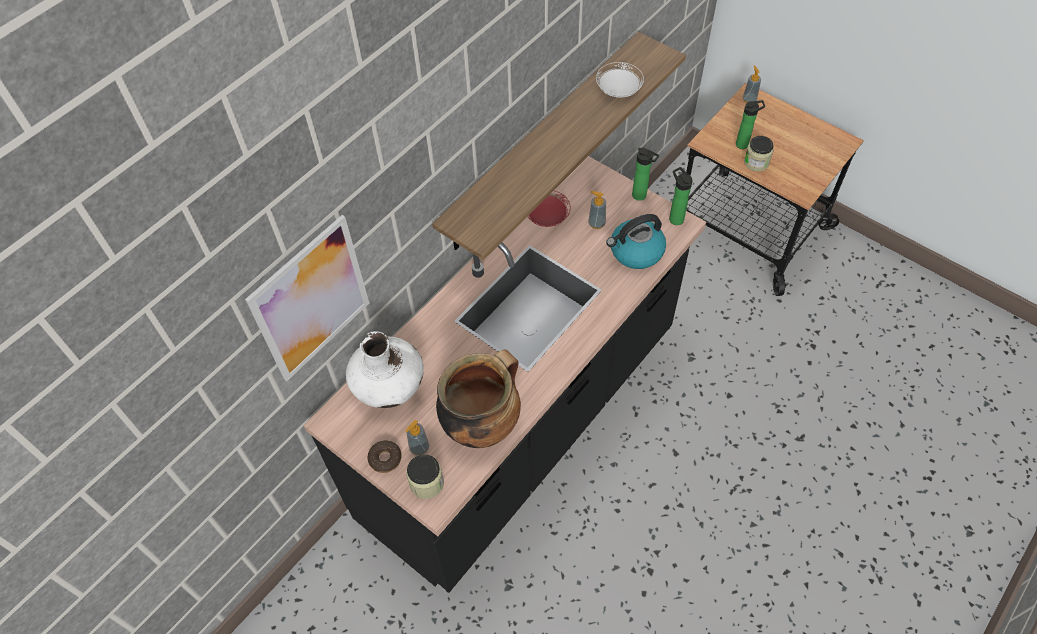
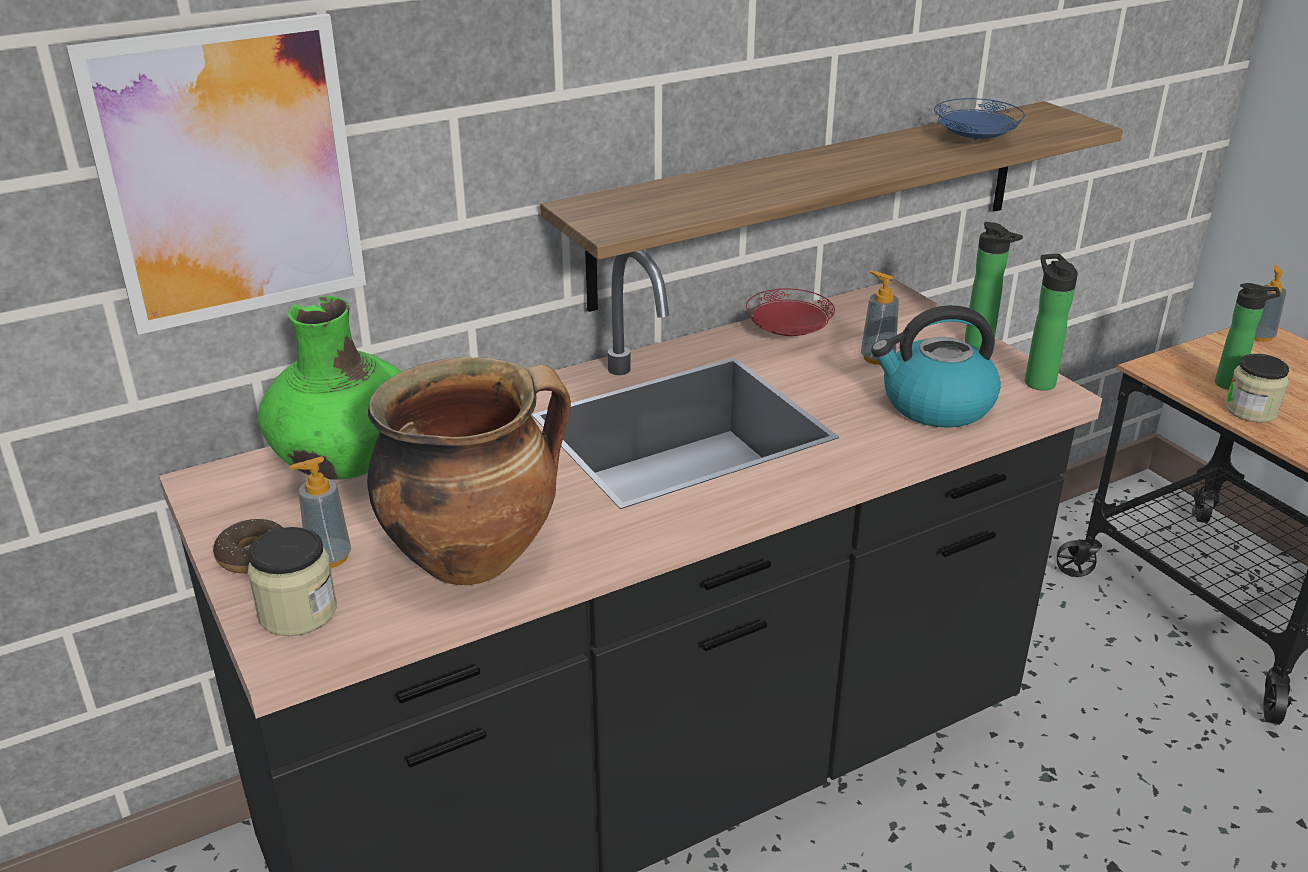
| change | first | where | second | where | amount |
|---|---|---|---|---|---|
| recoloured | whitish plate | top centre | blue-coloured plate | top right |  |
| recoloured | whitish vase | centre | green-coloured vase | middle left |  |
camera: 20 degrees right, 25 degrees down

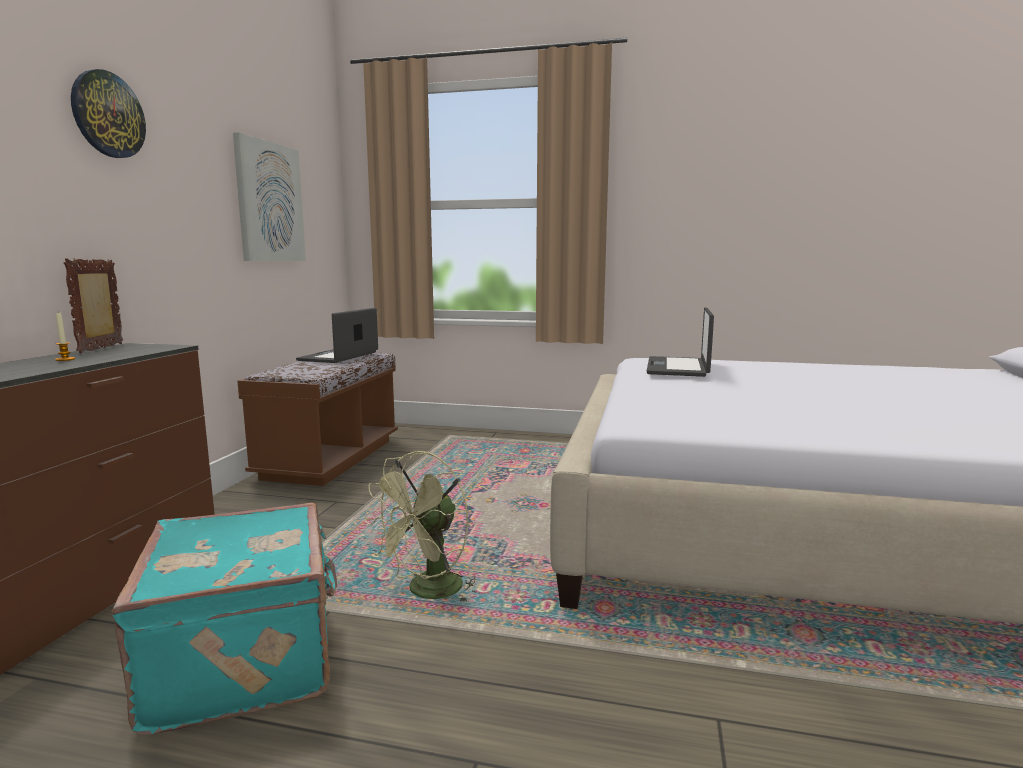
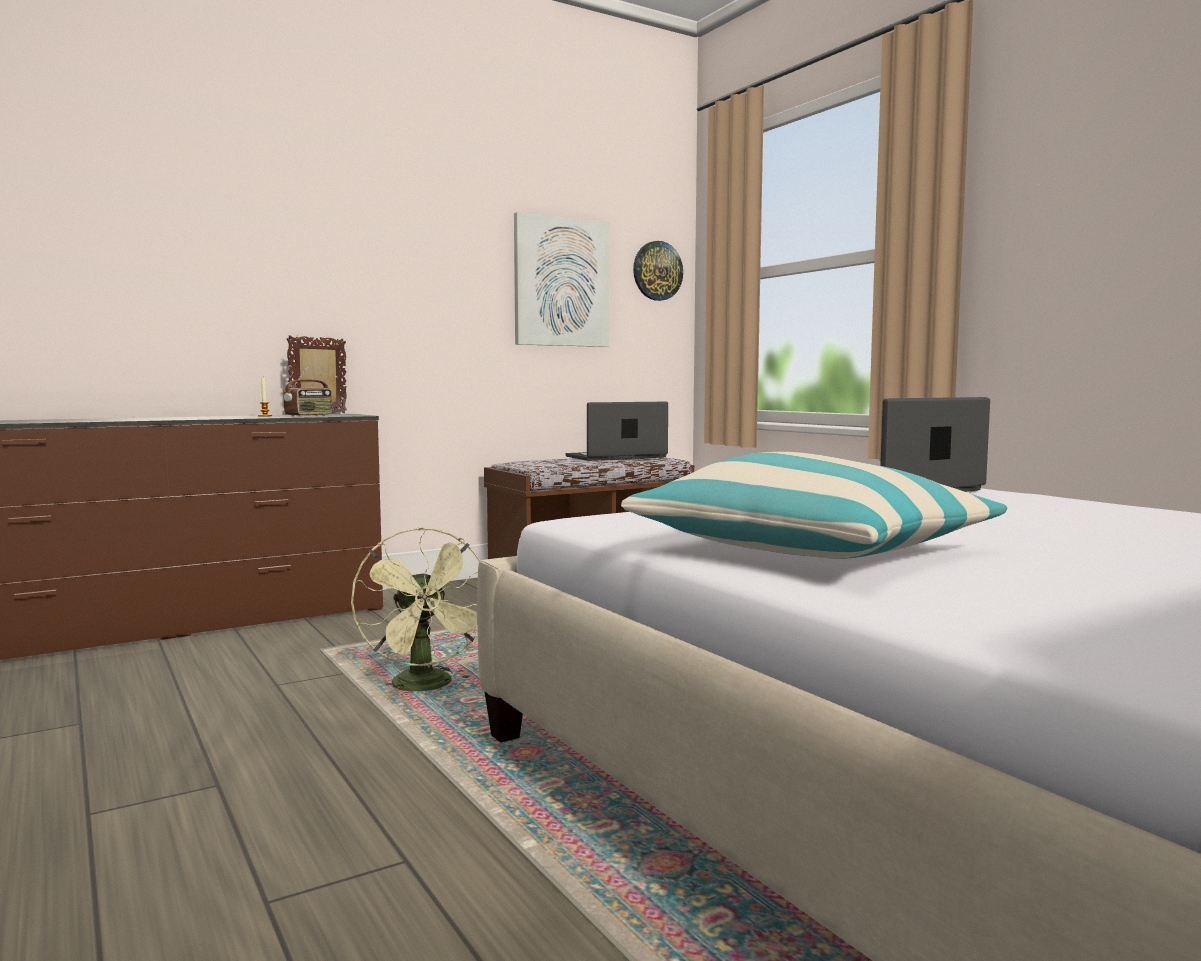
| change | first | where | second | where | amount |
|---|---|---|---|---|---|
| moved | clock on the wall | top left |  | top centre |  |
| turned | green-coloured fan | bottom centre |  | centre | 105 degrees counterclockwise |
| removed | turquoise suitcase | bottom left |  |  |  |
| added |  |  | radio set | middle left |  |
| added |  |  | pillow | middle right |  |
camera: 45 degrees right, 5 degrees down

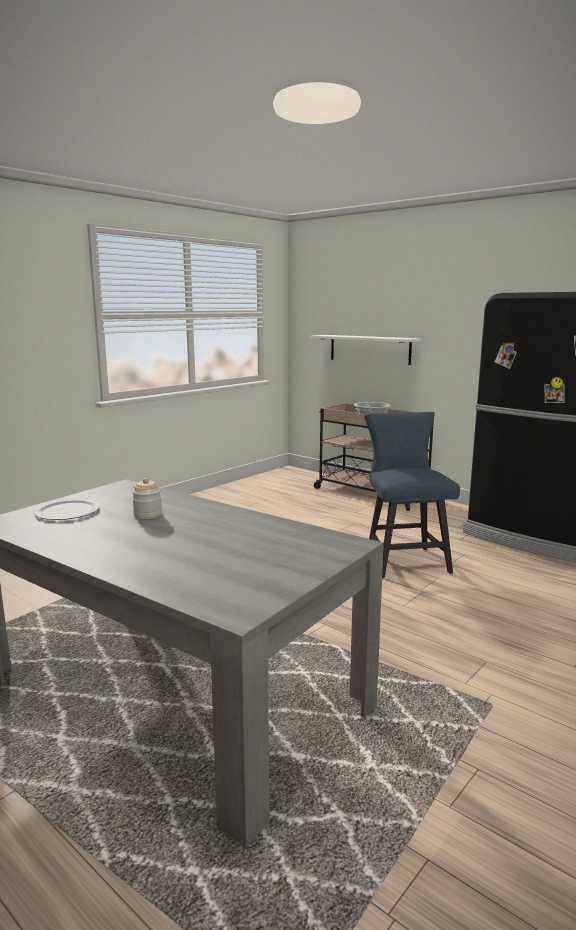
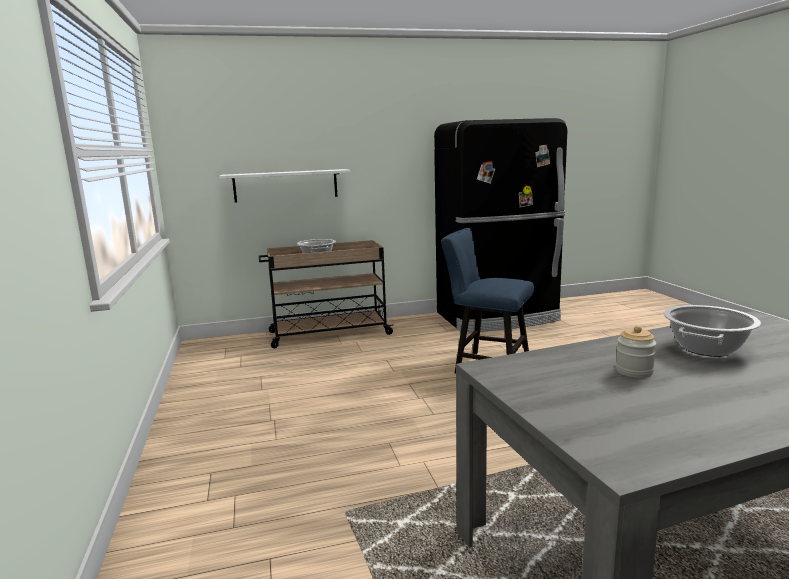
| change | first | where | second | where | amount |
|---|---|---|---|---|---|
| removed | plate | middle left |  |  |  |
| added |  |  | stockpot (2nd from left) | middle right |  |
camera: 55 degrees left, 0 degrees up

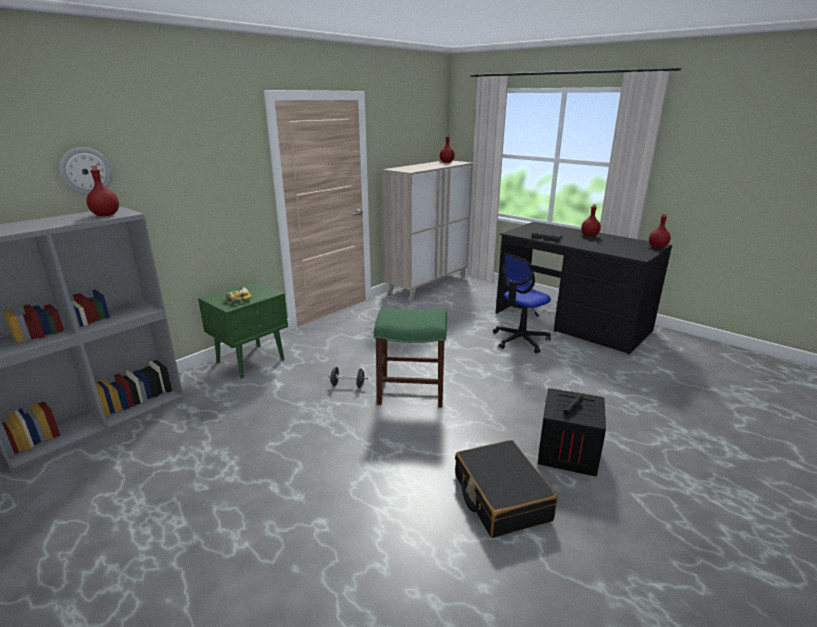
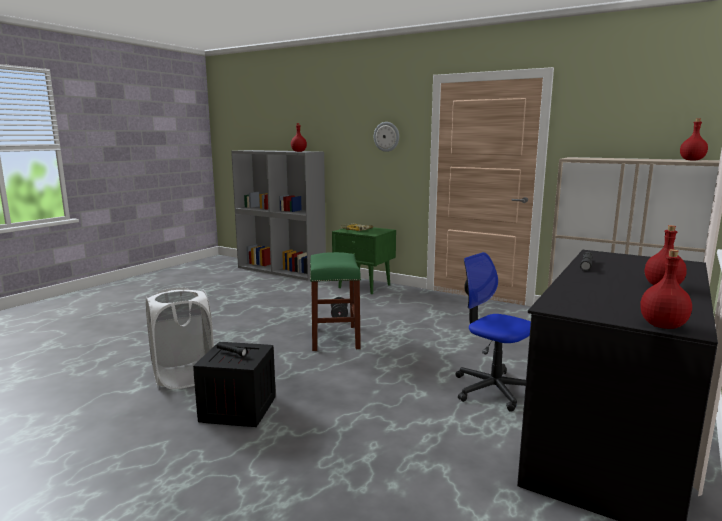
| change | first | where | second | where | amount |
|---|---|---|---|---|---|
| moved | clock on the wall | top left |  | top centre |  |
| replaced | blackish suitcase | bottom centre | whitish laundry basket | middle left |  |
camera: 80 degrees right, 10 degrees down

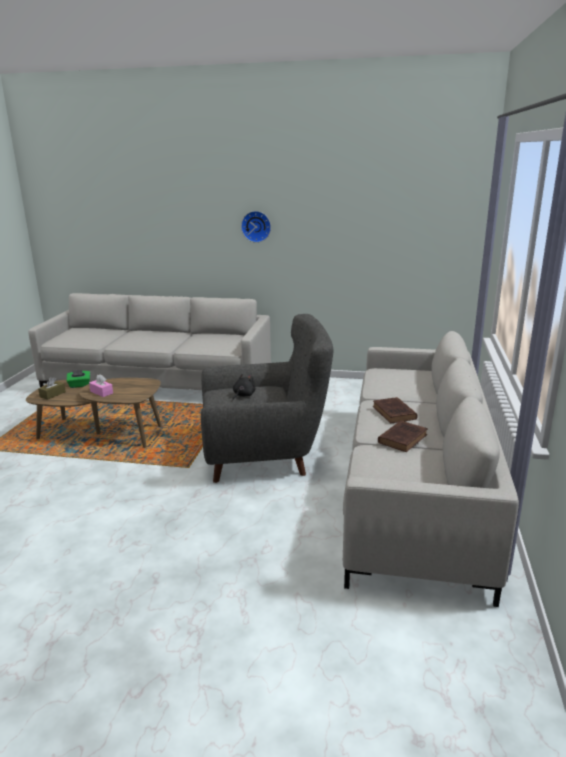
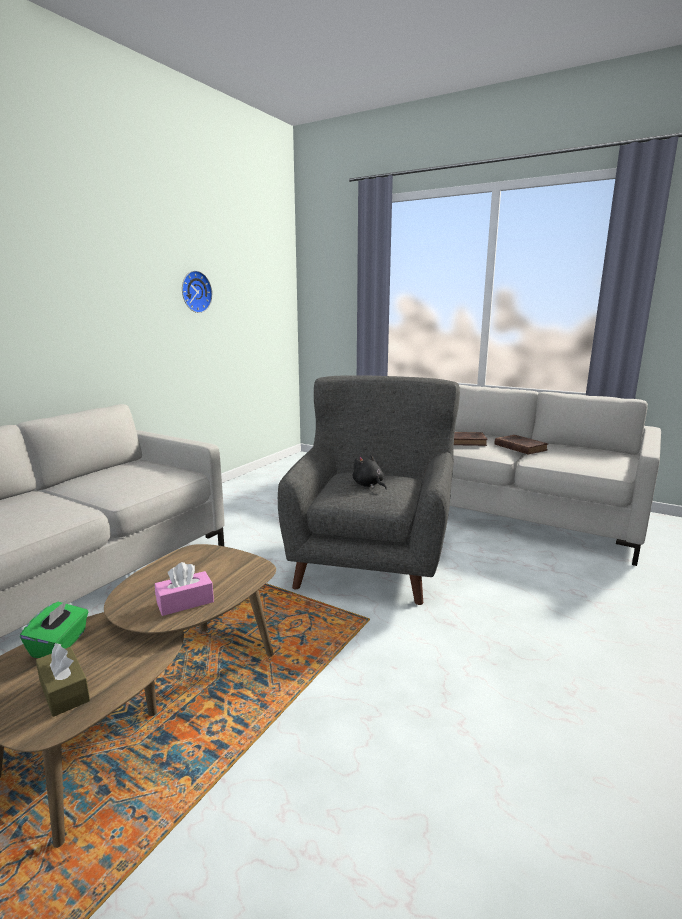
| change | first | where | second | where | amount |
|---|---|---|---|---|---|
| moved | clock on the wall | top centre |  | top left |  |
camera: 70 degrees left, 5 degrees down

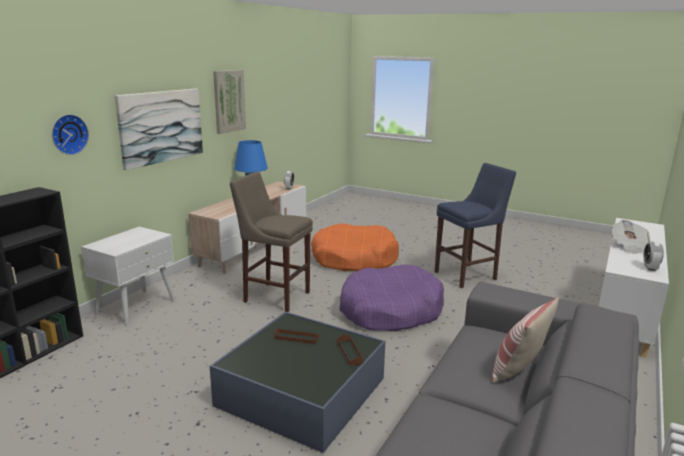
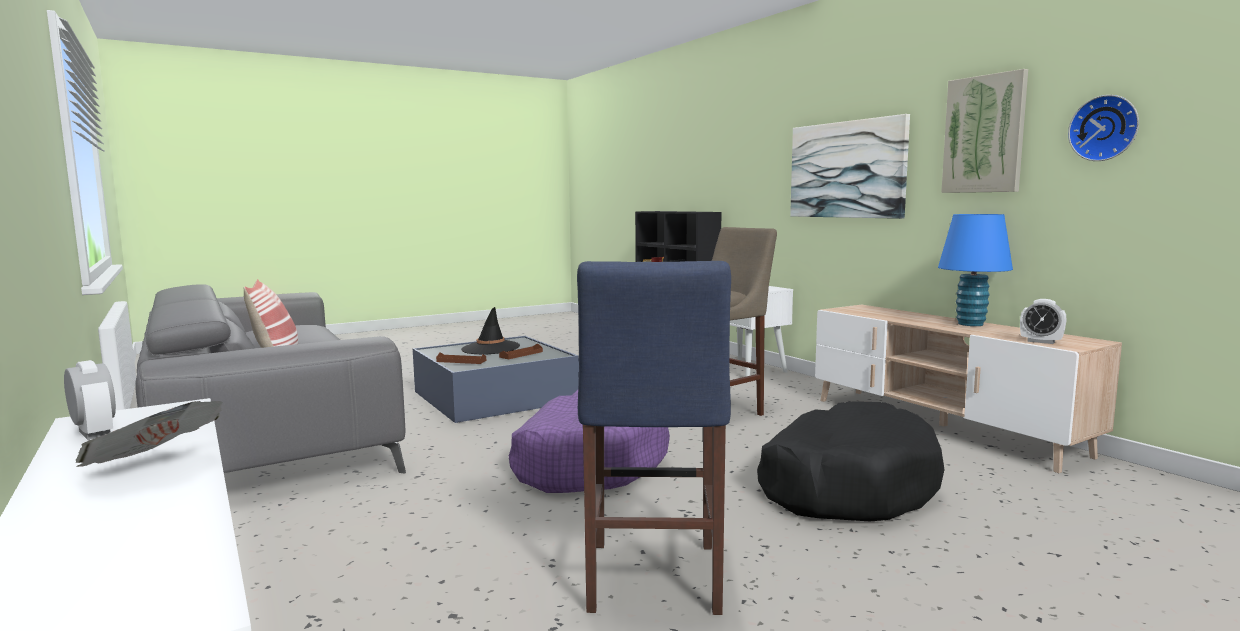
| change | first | where | second | where | amount |
|---|---|---|---|---|---|
| moved | clock on the wall | top left |  | top right |  |
| recoloured | orange-coloured pet bed | centre | blackish pet bed | bottom right |  |
| added |  |  | blackish clothing hat | centre |  |
camera: 120 degrees right, 10 degrees down

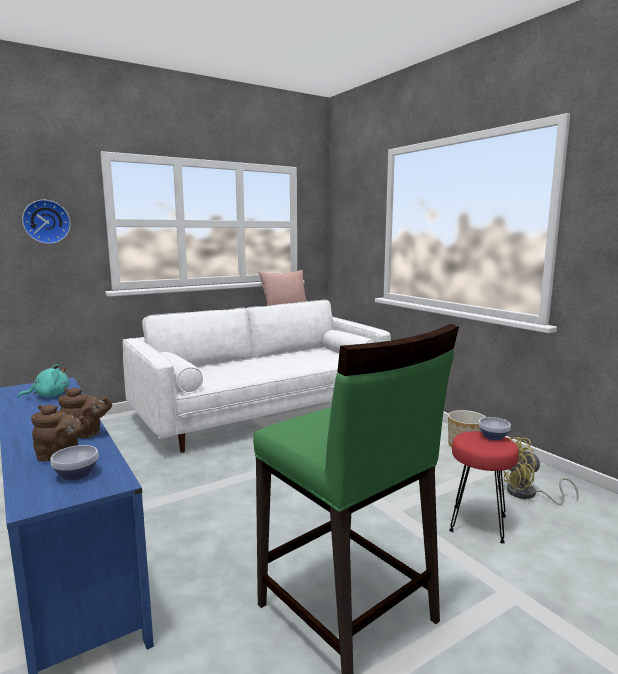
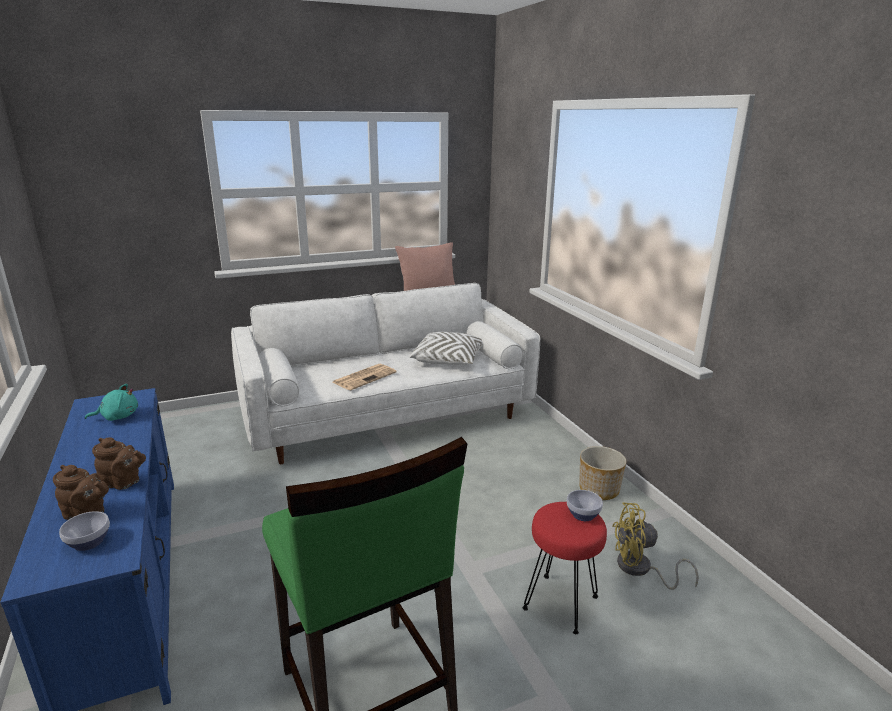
| change | first | where | second | where | amount |
|---|---|---|---|---|---|
| removed | clock on the wall | top left |  |  |  |
| added |  |  | whitish pillow | centre |  |
| added |  |  | newspaper | centre |  |
camera: 10 degrees right, 10 degrees up

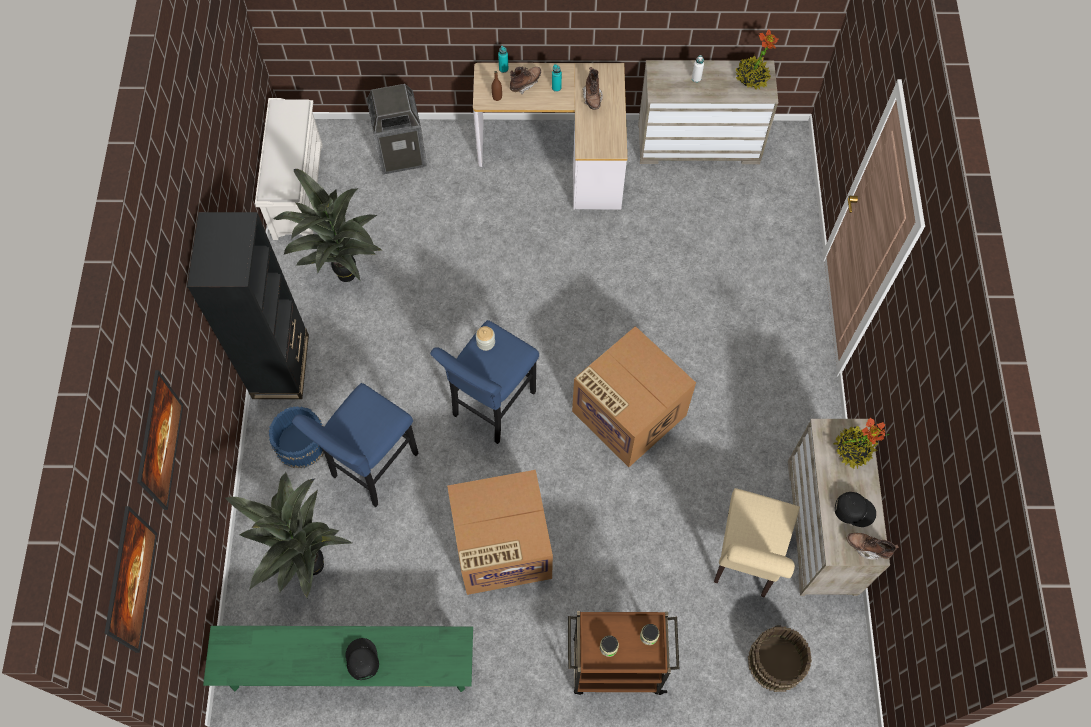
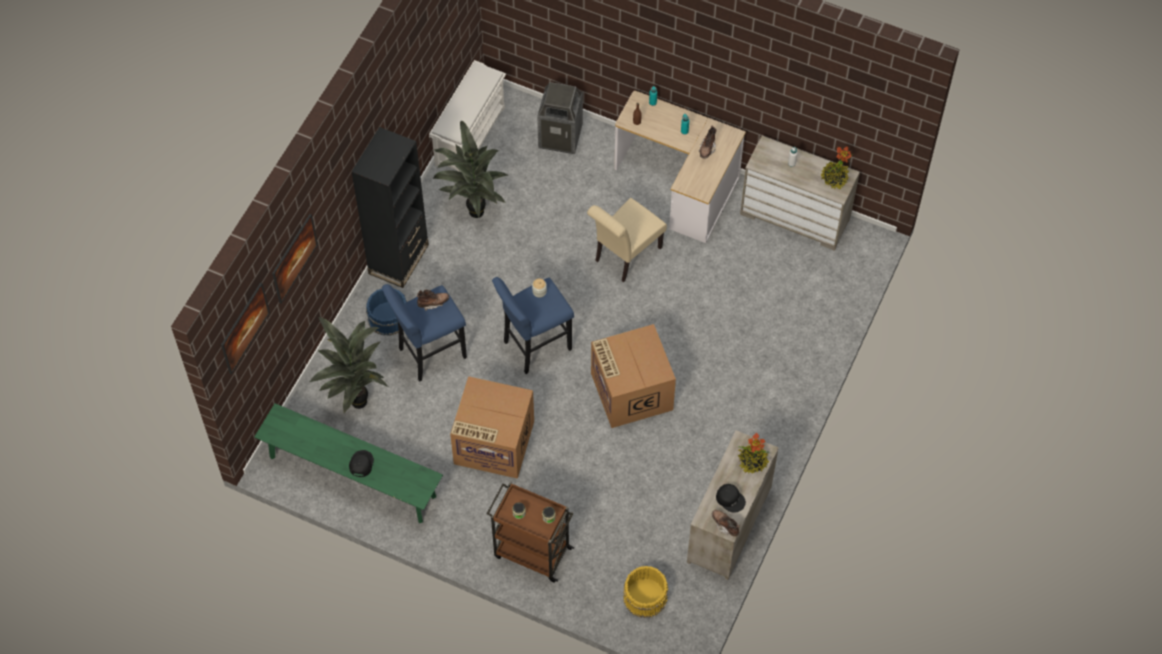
| change | first | where | second | where | amount |
|---|---|---|---|---|---|
| moved | brown high-top boot (1st from left) | top centre |  | centre |  |
| moved | beige-coloured chair | bottom right |  | centre |  |
| recoloured | brown water bucket | bottom right | yellow water bucket | bottom centre |  |
camera: 25 degrees right, 5 degrees down

